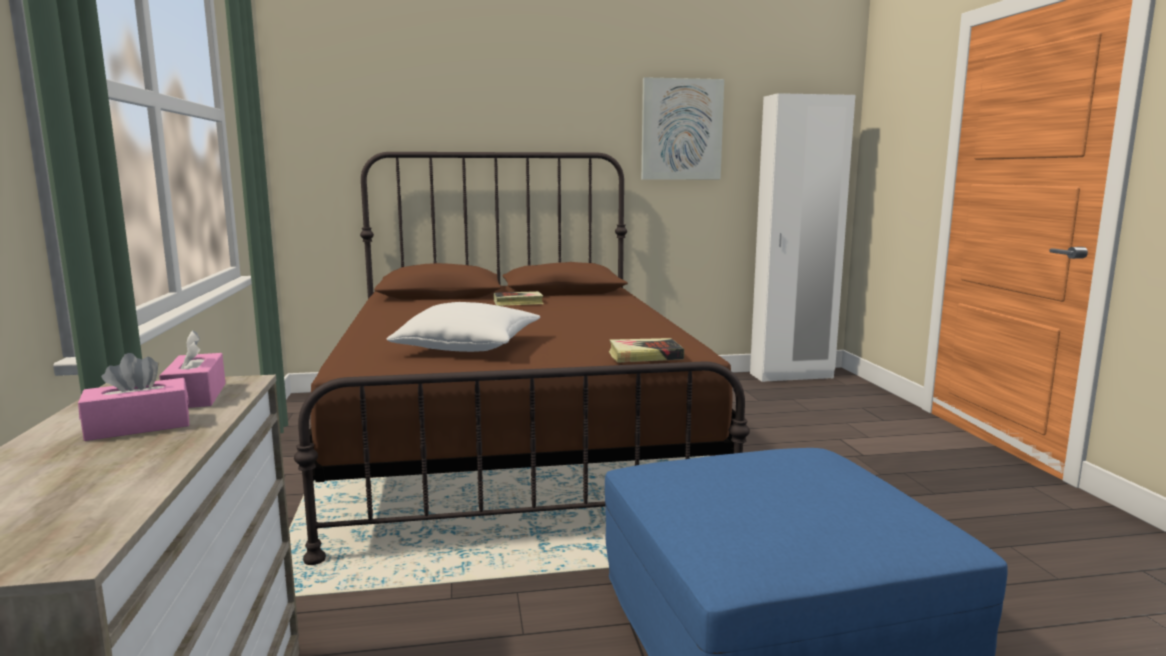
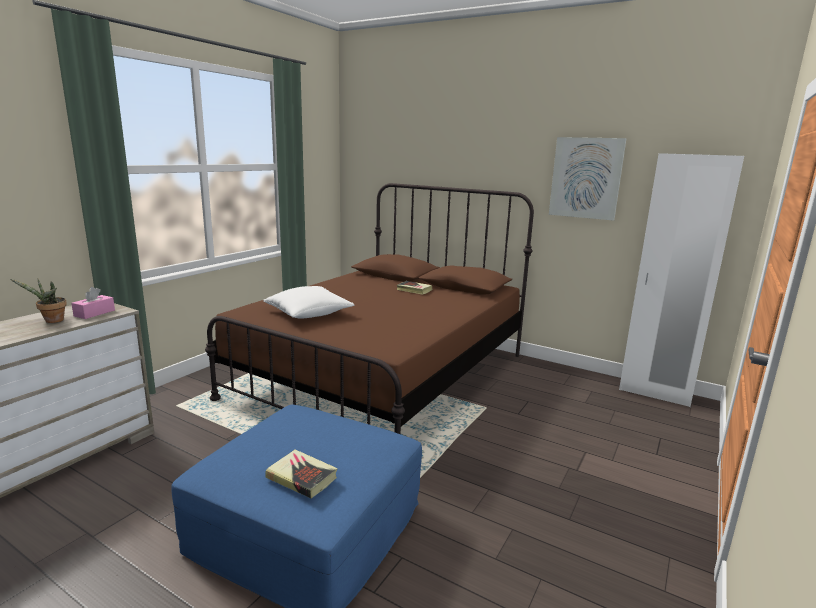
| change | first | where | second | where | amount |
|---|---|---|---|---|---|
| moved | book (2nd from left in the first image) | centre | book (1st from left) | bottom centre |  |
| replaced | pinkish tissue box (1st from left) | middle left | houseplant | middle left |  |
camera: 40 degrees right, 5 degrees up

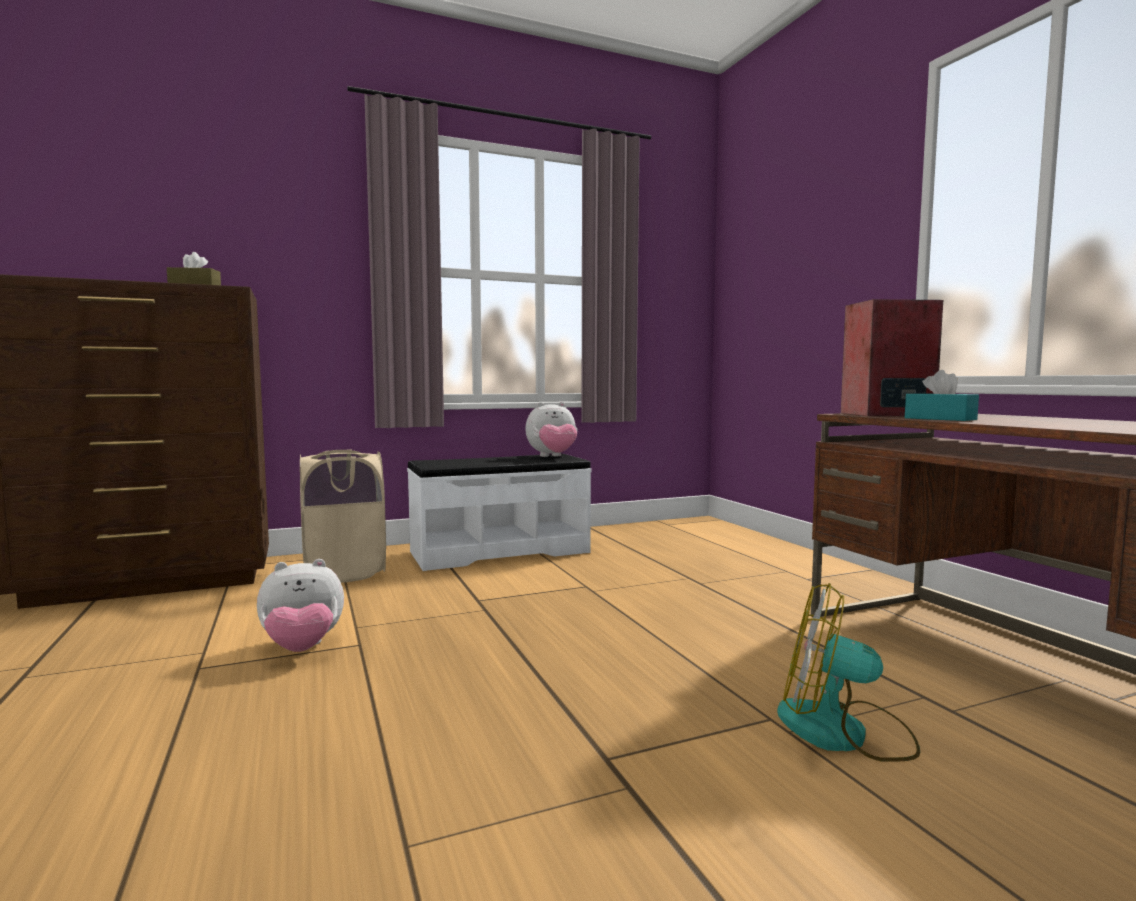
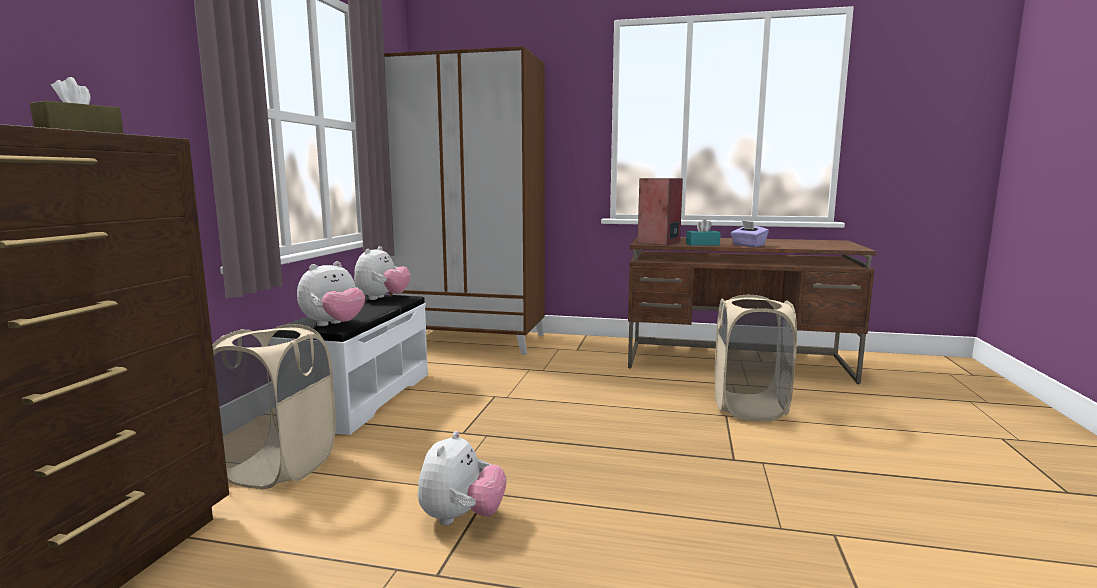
| change | first | where | second | where | amount |
|---|---|---|---|---|---|
| replaced | fan | bottom right | beige-coloured laundry basket (2nd from left) | middle right |  |
| added |  |  | brown clothes cupboard | centre |  |
| added |  |  | purple tissue box | middle right |  |
| added |  |  | cuddly toy (1st from left) | middle left |  |
camera: 55 degrees left, 5 degrees up

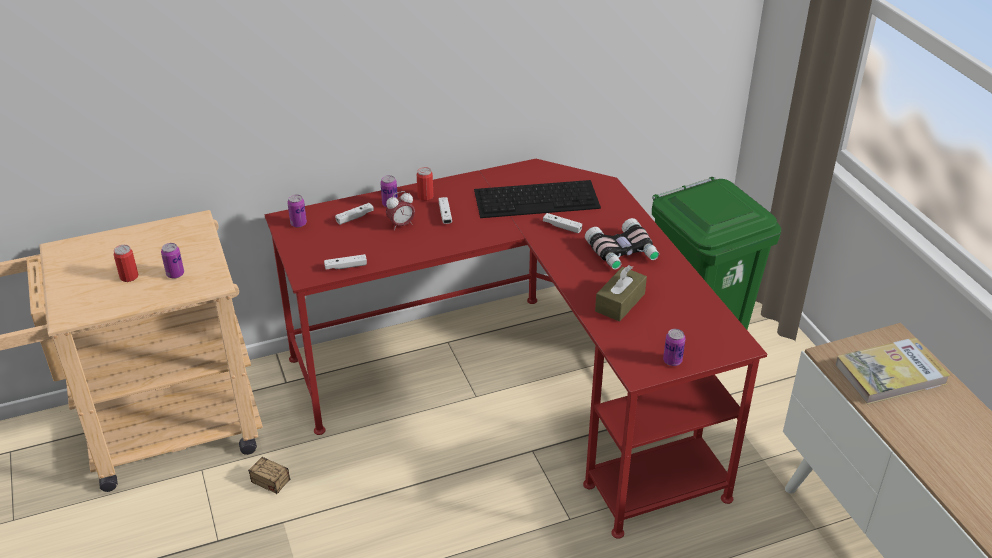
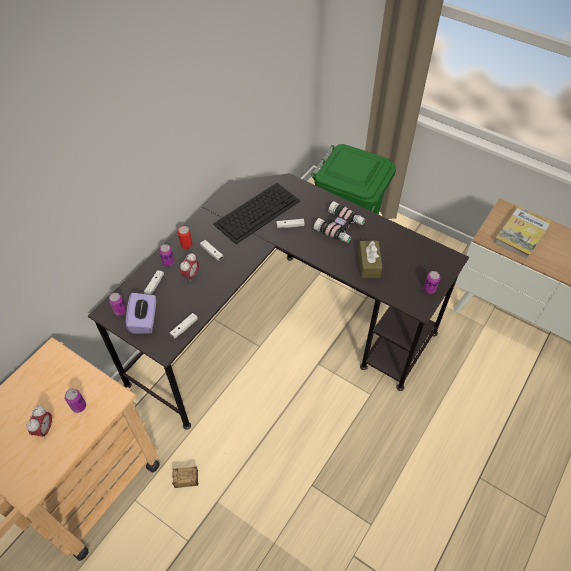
| change | first | where | second | where | amount |
|---|---|---|---|---|---|
| recoloured | reddish desk unit | centre | blackish desk unit | centre |  |
| replaced | metal can (1st from left) | middle left | alarm clock (1st from left) | bottom left |  |
| added |  |  | purple tissue box | middle left |  |
camera: 35 degrees left, 15 degrees up

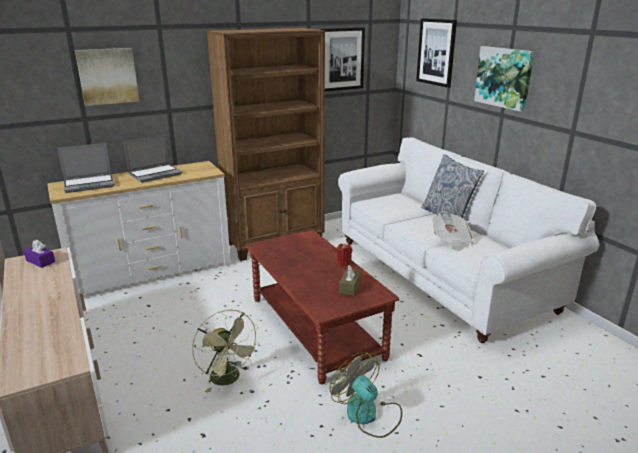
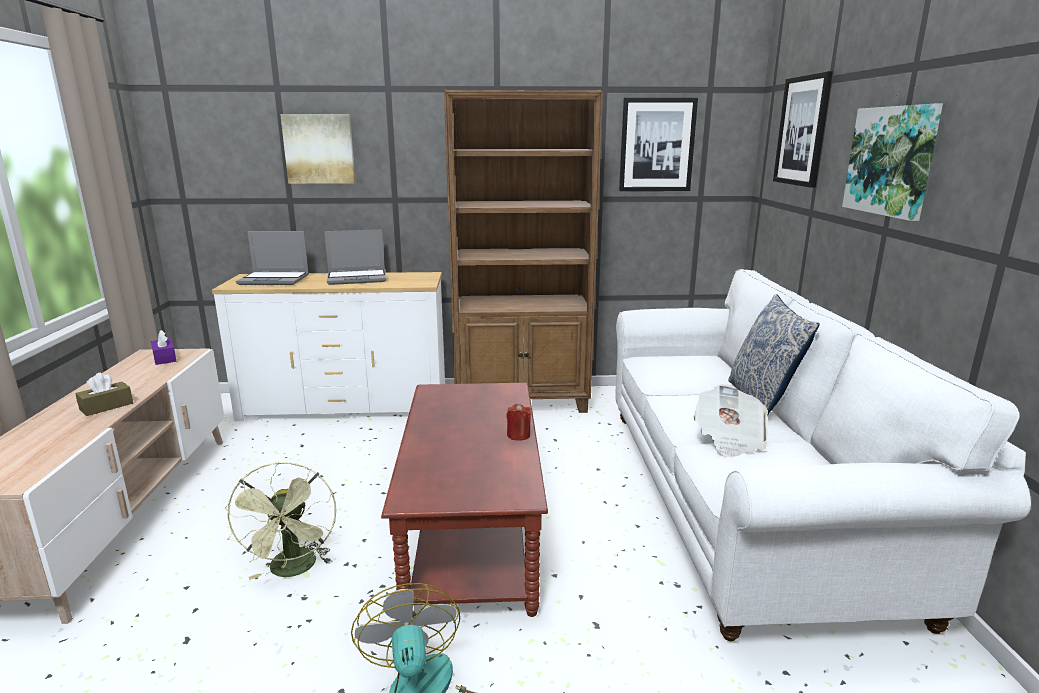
| change | first | where | second | where | amount |
|---|---|---|---|---|---|
| moved | brown tissue box | centre |  | middle left |  |
camera: 25 degrees right, 5 degrees down

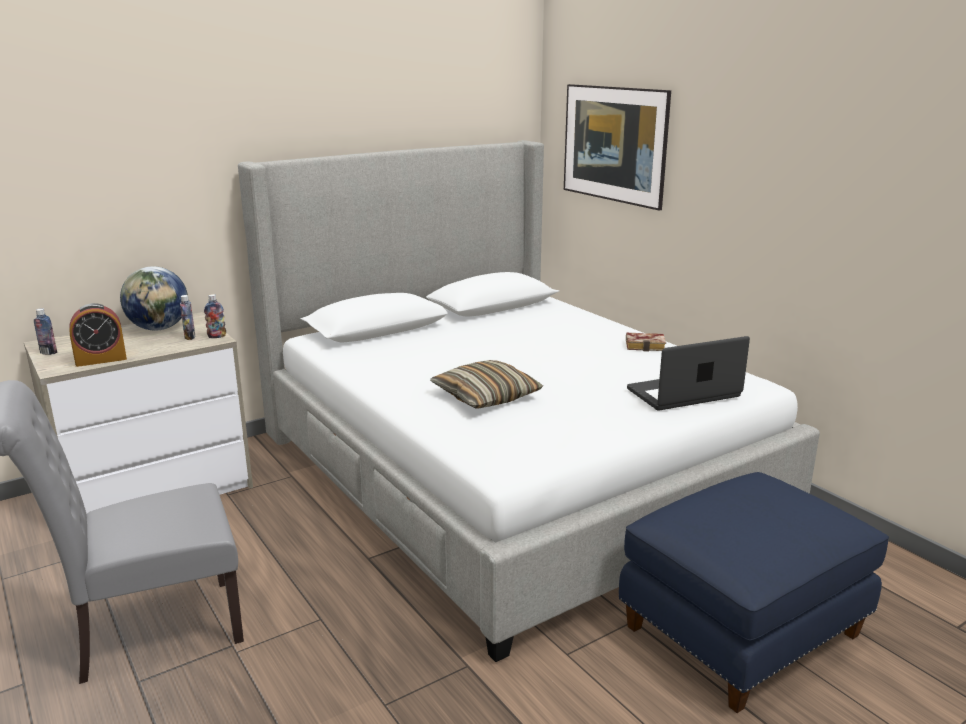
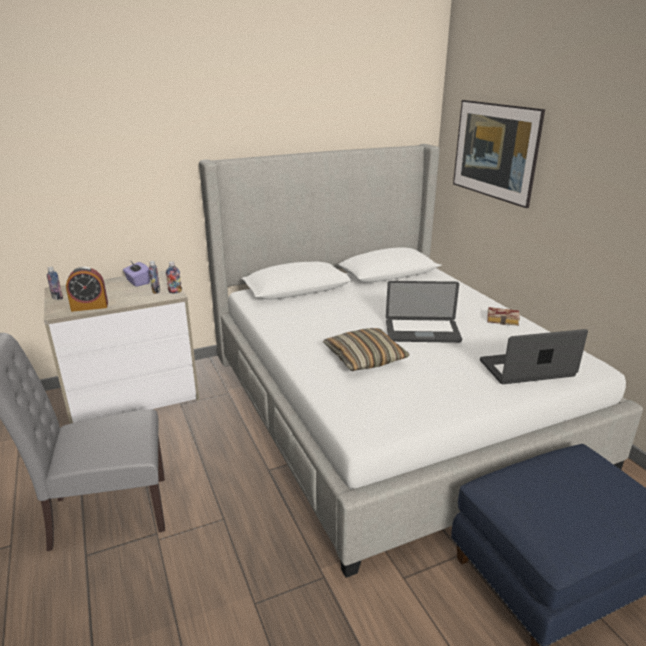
| change | first | where | second | where | amount |
|---|---|---|---|---|---|
| replaced | globe | middle left | purple tissue box | middle left |  |
| added |  |  | laptop (1st from left) | centre |  |
camera: 10 degrees right, 5 degrees up

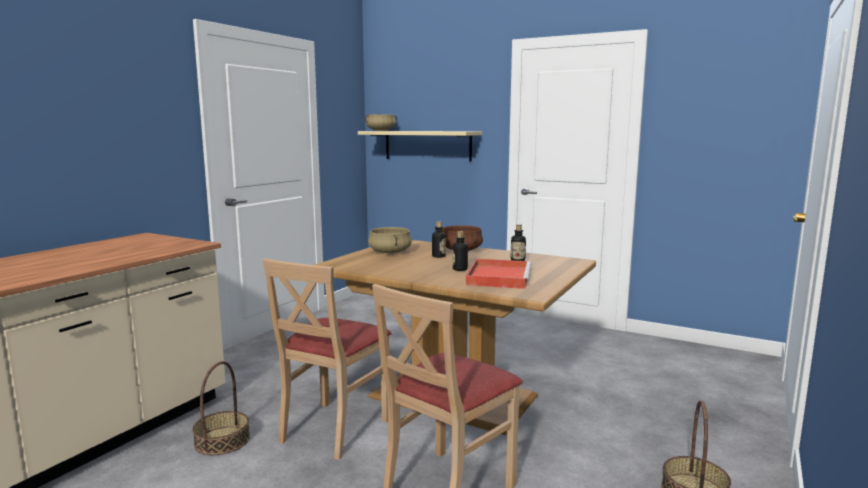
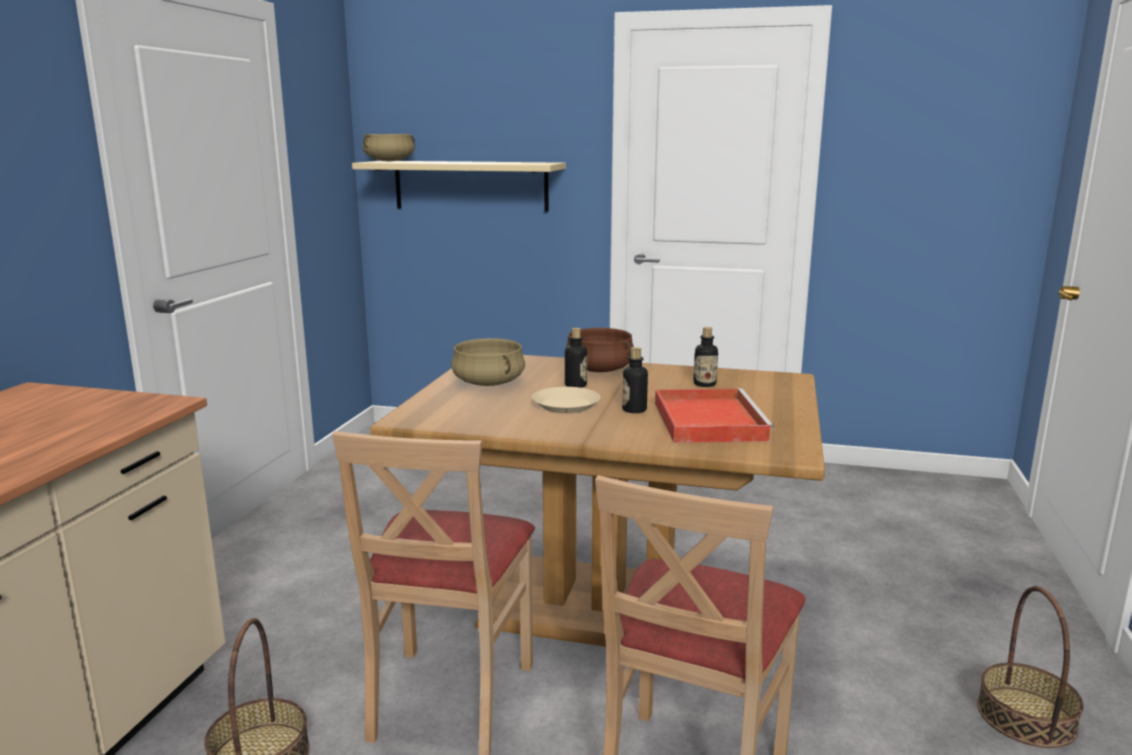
| change | first | where | second | where | amount |
|---|---|---|---|---|---|
| added |  |  | beige-coloured plate | centre |  |
camera: 15 degrees left, 5 degrees up

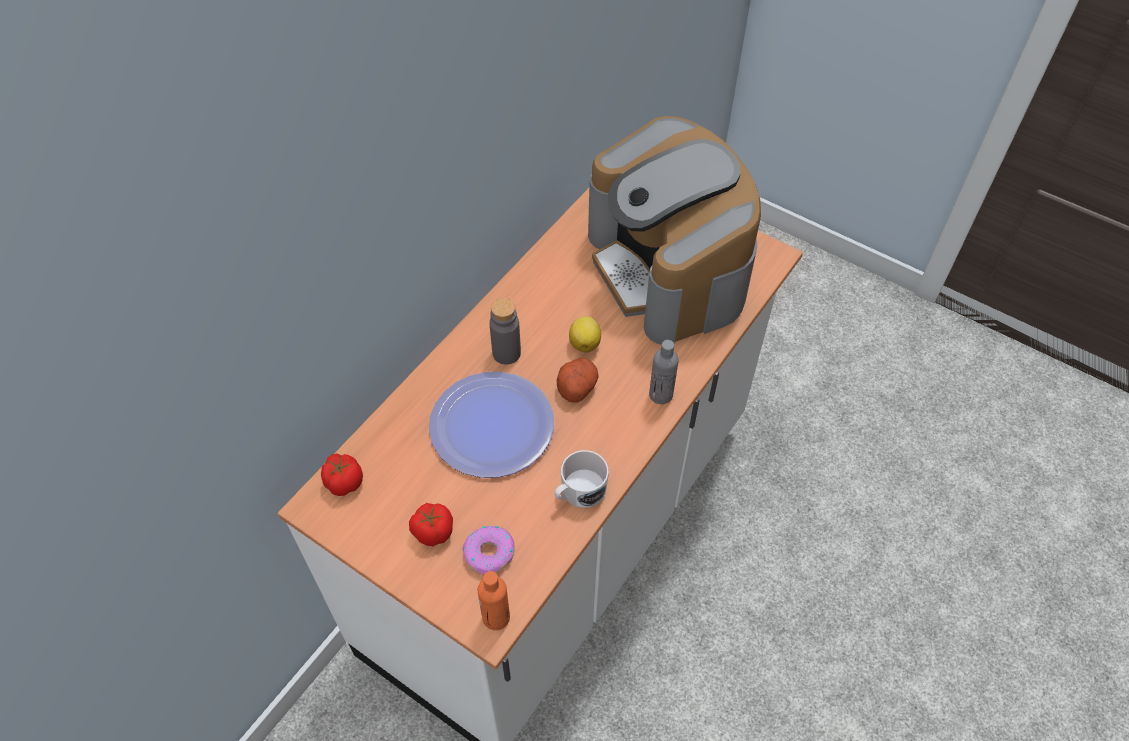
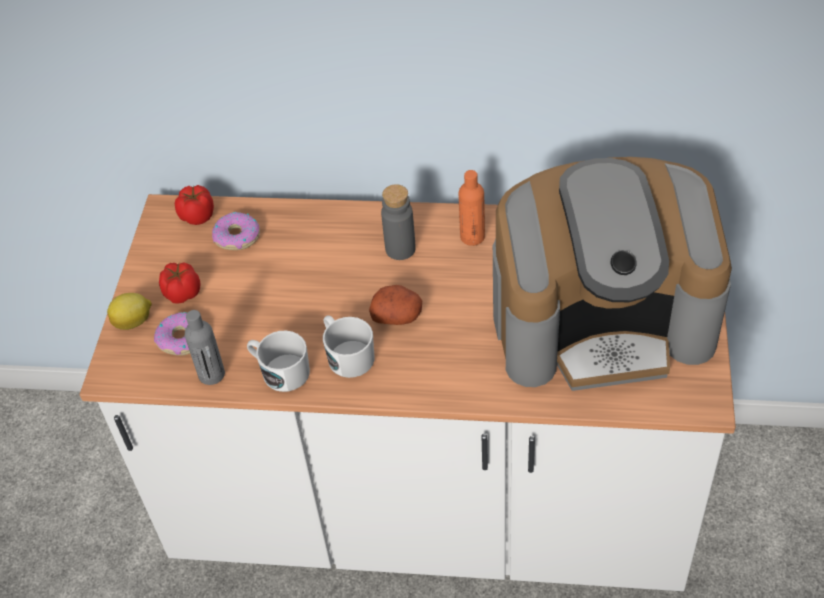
| change | first | where | second | where | amount |
|---|---|---|---|---|---|
| turned | coffee machine | top centre |  | middle right | 135 degrees counterclockwise |
| moved | whole lemon | centre |  | middle left |  |
| moved | greyish bottle (2nd from left in the first image) | centre | greyish bottle (1st from left) | middle left |  |
| removed | plate | centre |  |  |  |
| moved | orange-coloured bottle | bottom centre |  | centre |  |
| added |  |  | donut (2nd from left) | middle left |  |
| added |  |  | whitish coffee mug (2nd from left) | centre |  |
camera: 65 degrees right, 5 degrees down

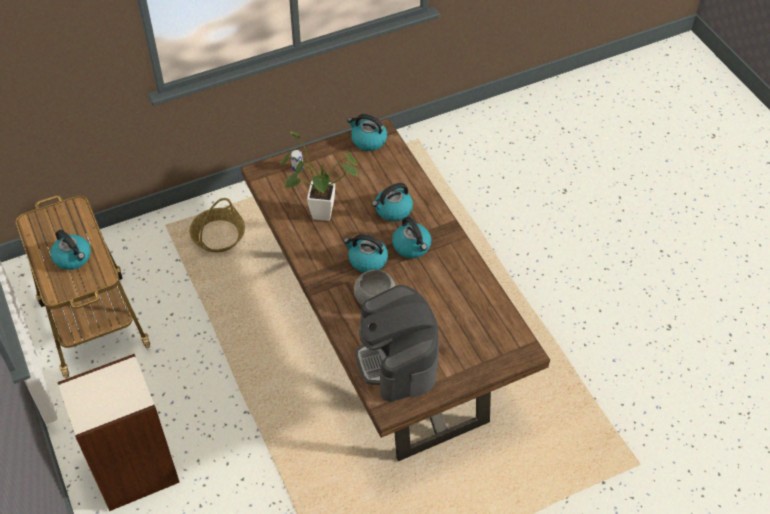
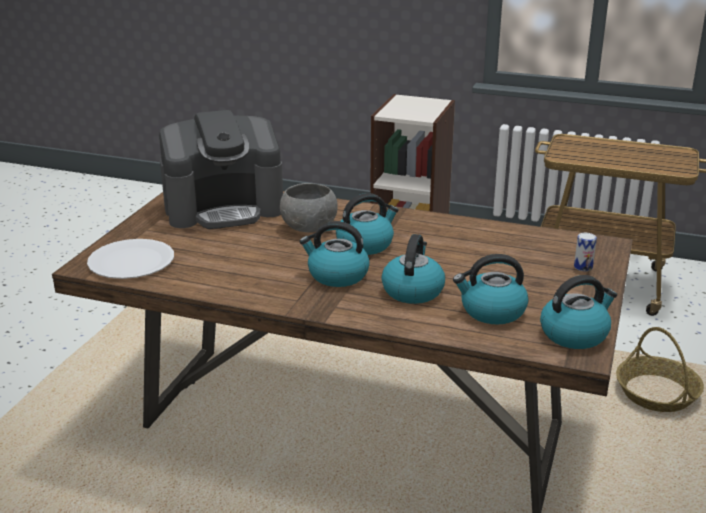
| change | first | where | second | where | amount |
|---|---|---|---|---|---|
| removed | houseplant | centre |  |  |  |
| moved | water kettle (1st from left in the first image) | middle left | water kettle (4th from left) | middle right |  |
| turned | coffee machine | bottom centre |  | top left | 135 degrees clockwise |
| added |  |  | whitish plate | middle left |  |
camera: 135 degrees right, 25 degrees down

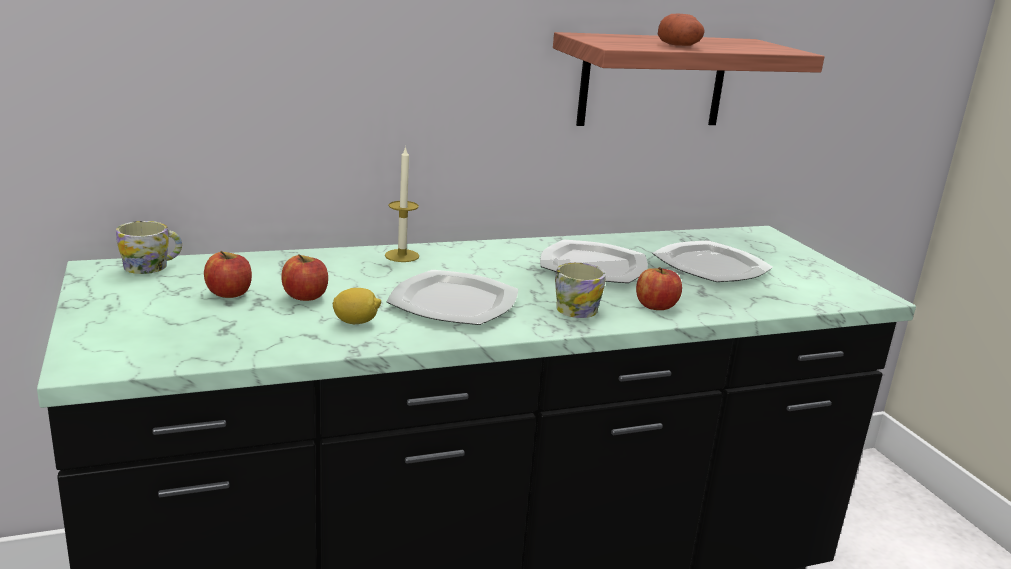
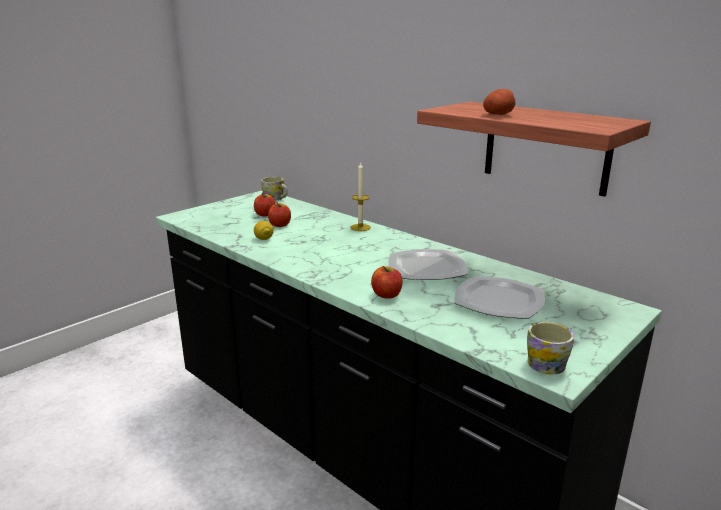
| change | first | where | second | where | amount |
|---|---|---|---|---|---|
| moved | coffee mug (2nd from left) | centre |  | bottom right |  |
| removed | plate (1st from left) | centre |  |  |  |
camera: 65 degrees right, 0 degrees up

